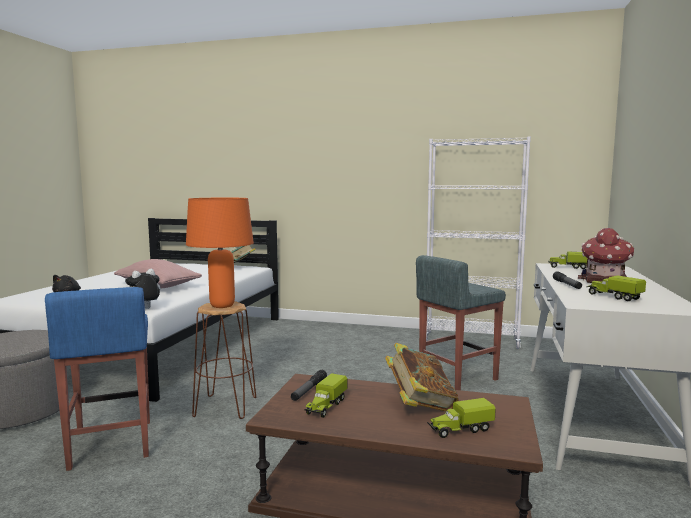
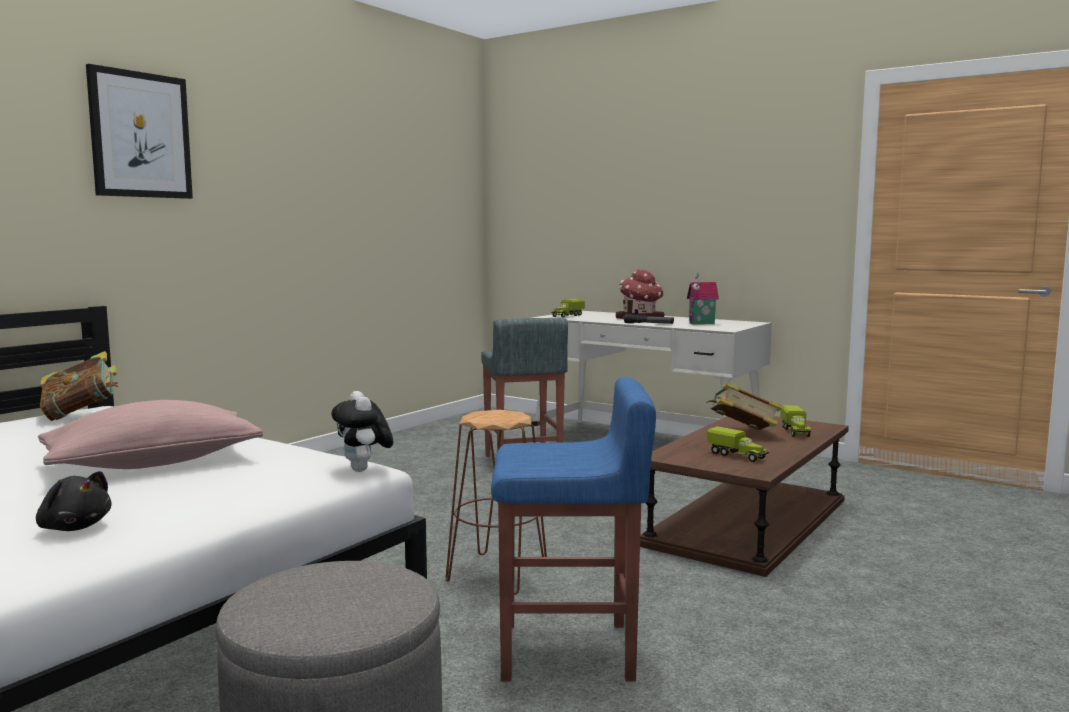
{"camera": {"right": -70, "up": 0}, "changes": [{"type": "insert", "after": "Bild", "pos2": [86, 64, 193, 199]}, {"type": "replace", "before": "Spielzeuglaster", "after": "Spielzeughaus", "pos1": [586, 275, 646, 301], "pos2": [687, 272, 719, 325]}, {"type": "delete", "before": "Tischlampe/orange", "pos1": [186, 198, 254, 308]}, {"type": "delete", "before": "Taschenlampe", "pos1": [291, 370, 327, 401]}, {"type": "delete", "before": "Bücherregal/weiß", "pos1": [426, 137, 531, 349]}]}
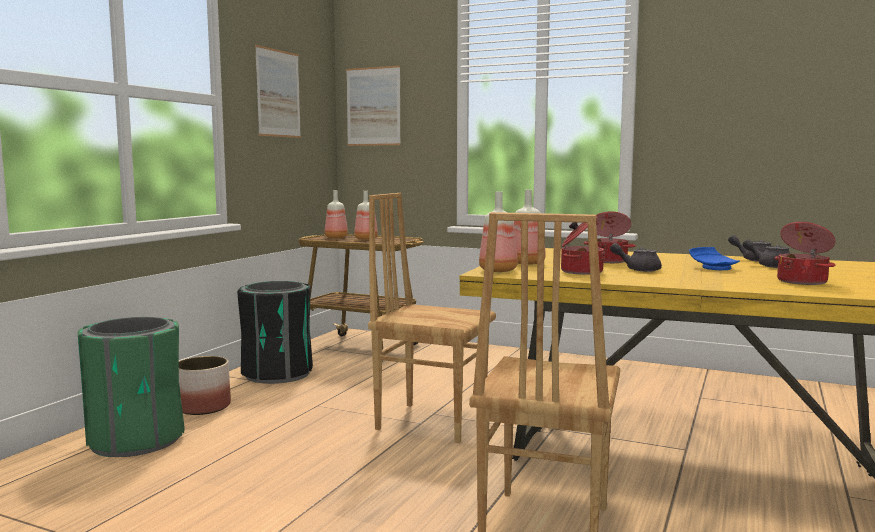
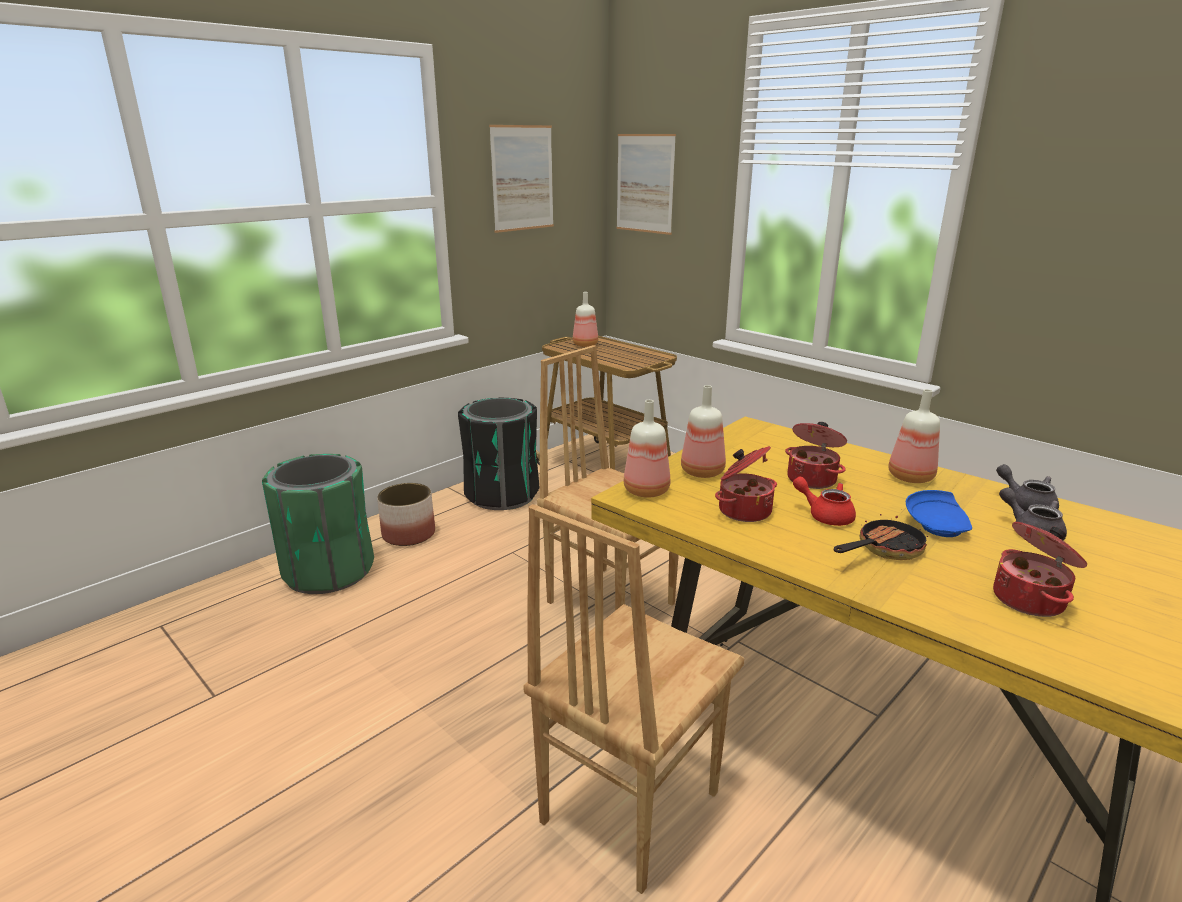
{"camera": {"right": 20, "up": 15}, "changes": [{"type": "recolor", "before": "Teekanne/grau", "after": "Teekanne/rot", "pos1": [610, 243, 662, 272], "pos2": [793, 476, 856, 526]}, {"type": "insert", "after": "Pfanne", "pos2": [834, 514, 928, 560]}, {"type": "move", "before": "Flasche", "pos1": [354, 191, 378, 240], "pos2": [888, 389, 940, 483]}]}
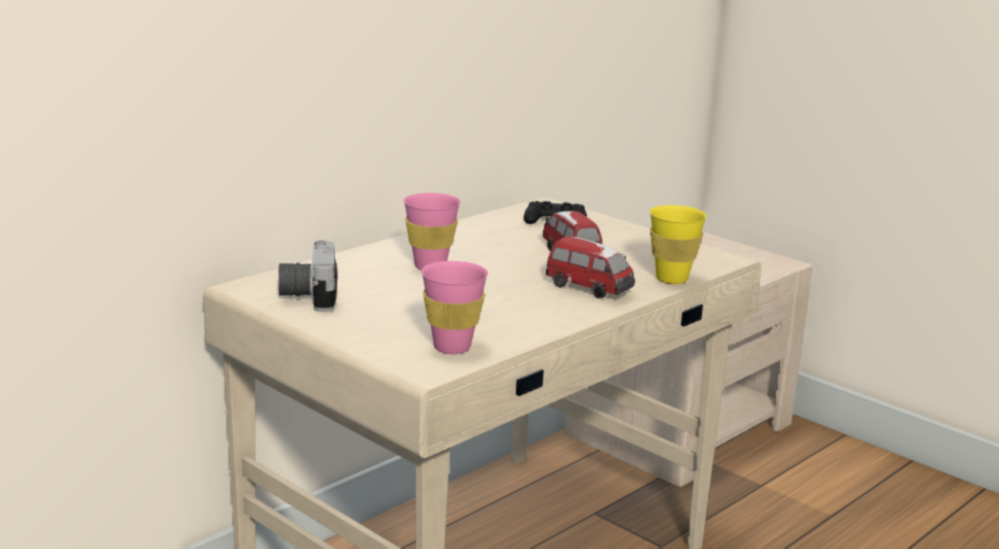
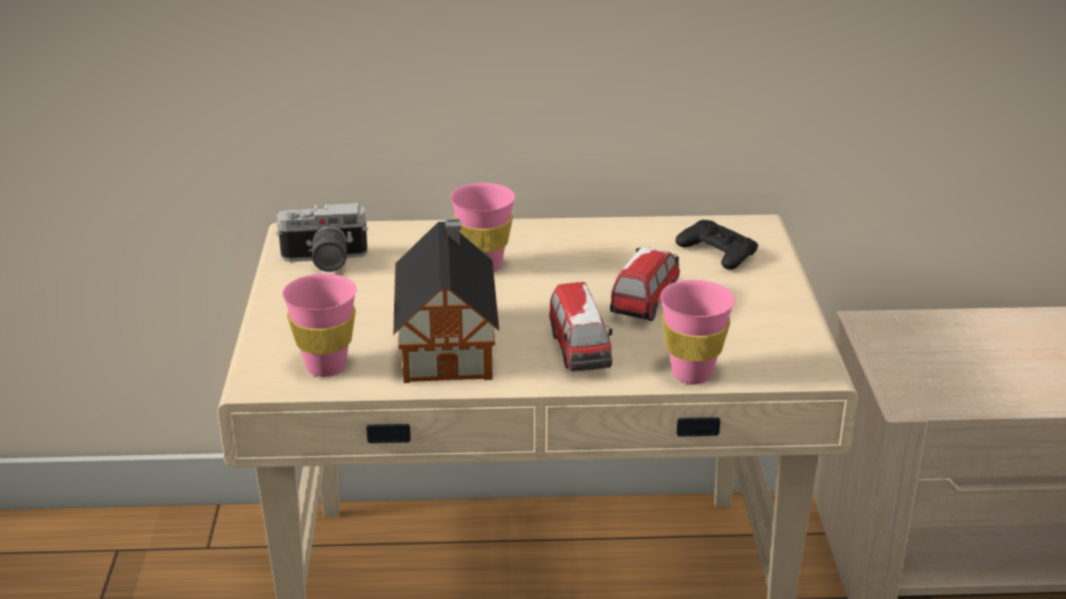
{"camera": {"right": 45, "up": 10}, "changes": [{"type": "rotate", "before": "Kamera", "pos1": [278, 240, 337, 312], "pos2": [275, 203, 368, 272], "turn": -135}, {"type": "insert", "after": "Spielzeughaus", "pos2": [393, 219, 499, 383]}, {"type": "recolor", "before": "Tasse/gelb", "after": "Tasse/rosa", "pos1": [650, 205, 707, 284], "pos2": [660, 280, 735, 384]}]}
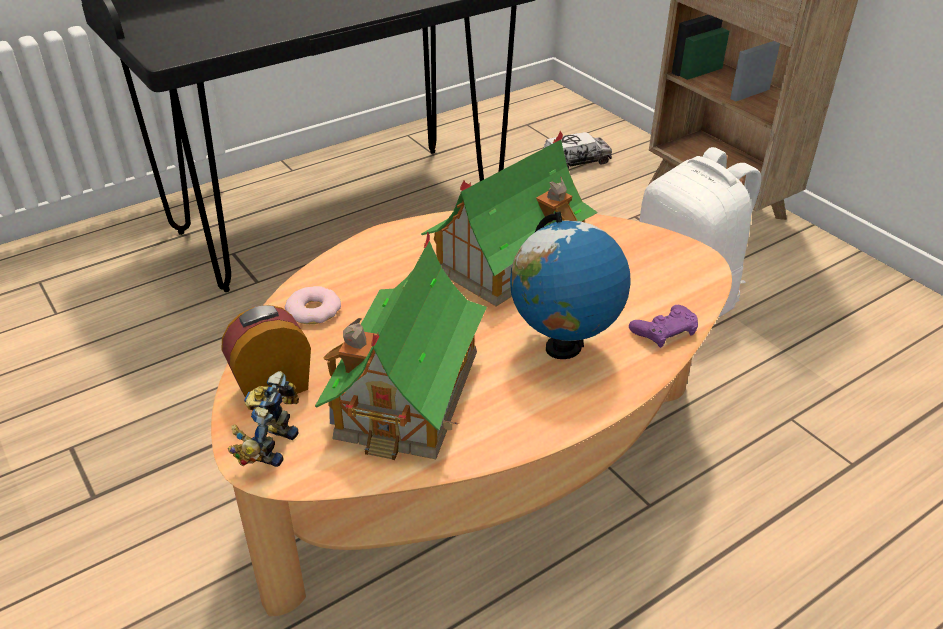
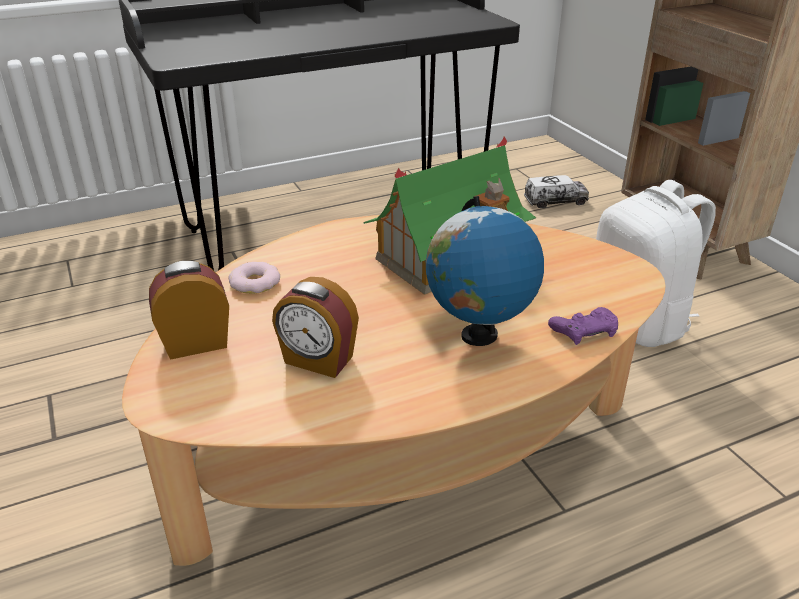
{"camera": {"right": 10, "up": -5}, "changes": [{"type": "replace", "before": "Spielzeughaus", "after": "Wecker", "pos1": [315, 232, 487, 460], "pos2": [272, 277, 359, 378]}, {"type": "delete", "before": "Spielzeugroboter", "pos1": [228, 371, 299, 467]}]}
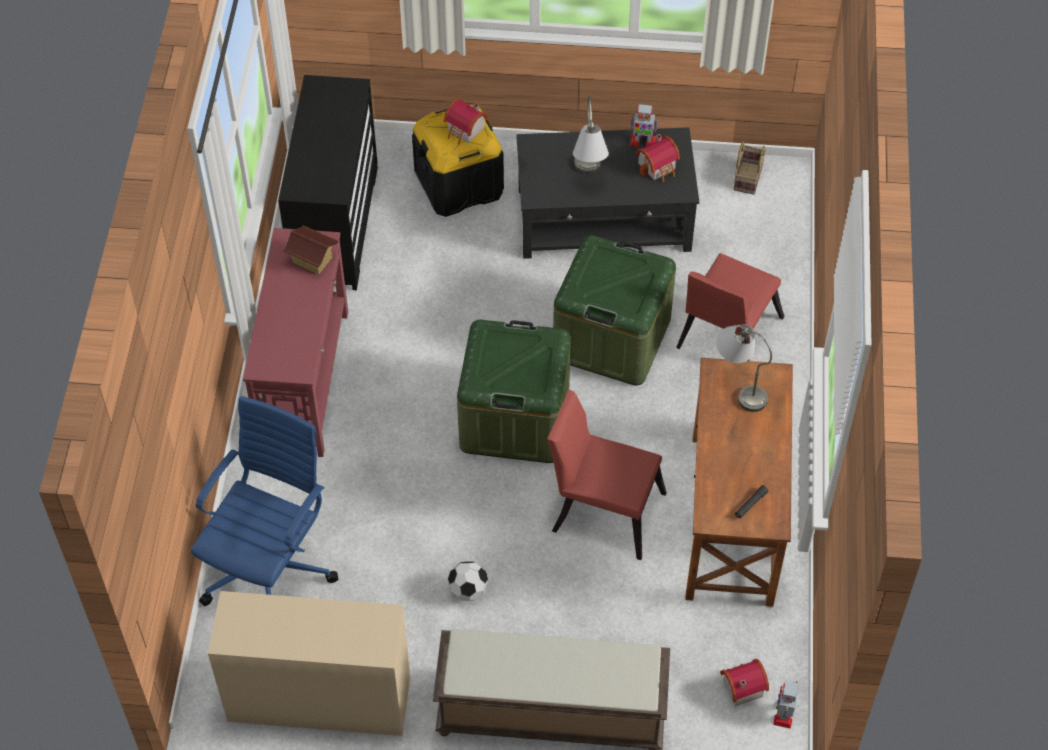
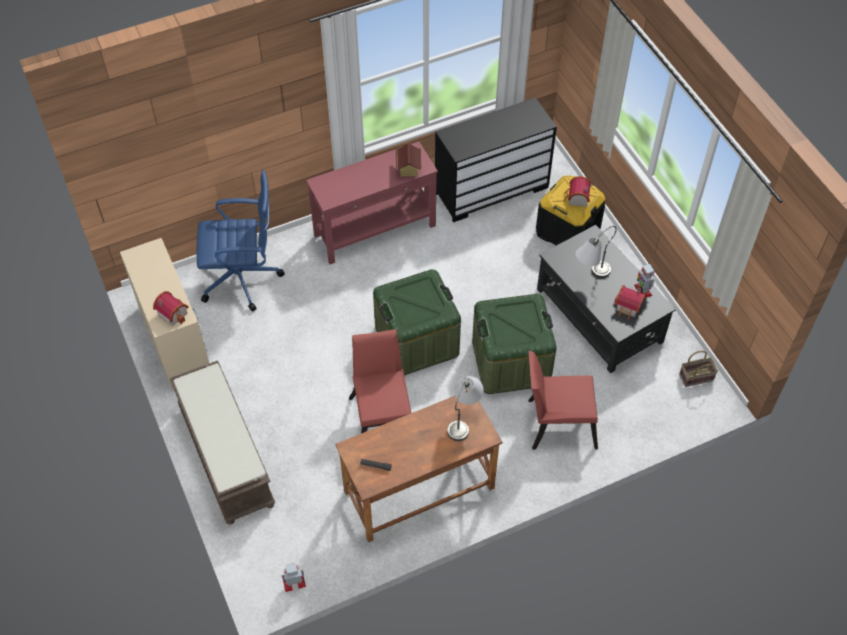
{"camera": {"right": 60, "up": 0}, "changes": [{"type": "move", "before": "Spielzeughaus", "pos1": [720, 659, 769, 706], "pos2": [153, 291, 189, 326]}, {"type": "delete", "before": "Fußball", "pos1": [448, 561, 488, 601]}]}
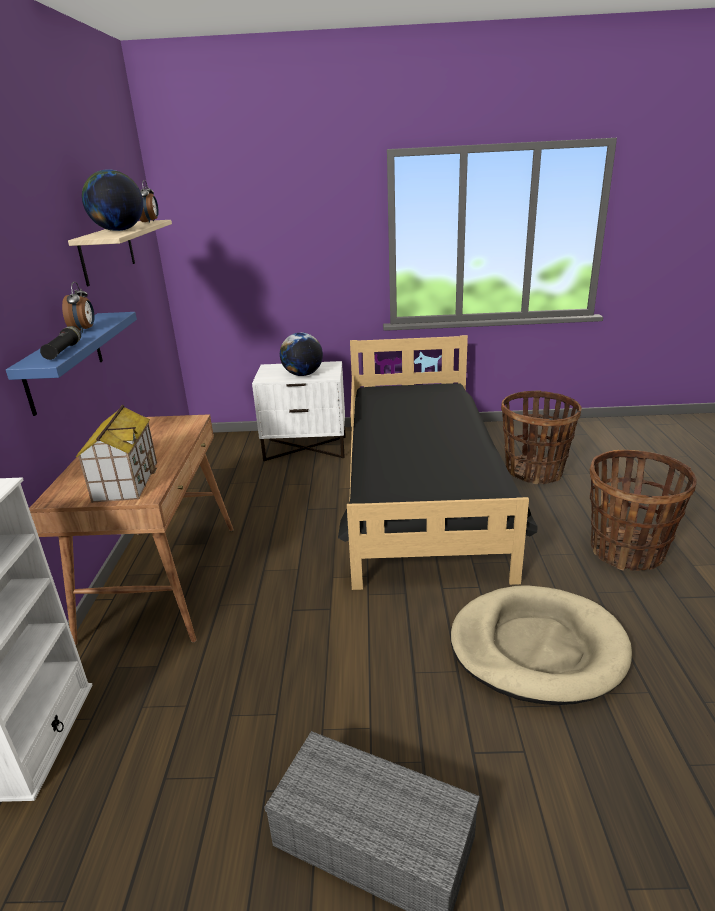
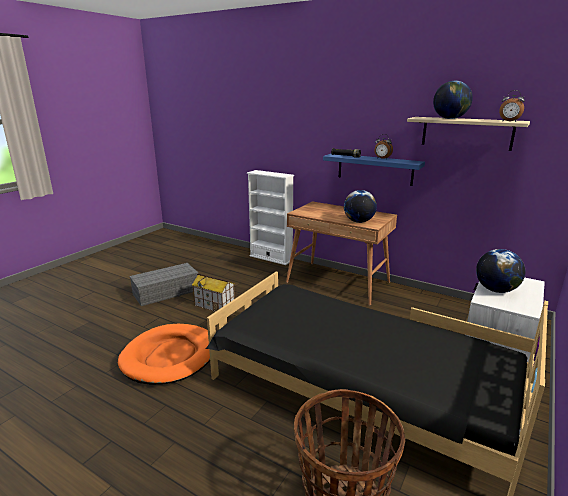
{"camera": {"right": 120, "up": -5}, "changes": [{"type": "recolor", "before": "Hundebett/beige", "after": "Hundebett/orange", "pos1": [450, 586, 632, 705], "pos2": [118, 324, 210, 385]}, {"type": "move", "before": "Spielzeughaus", "pos1": [76, 405, 157, 503], "pos2": [192, 273, 235, 312]}, {"type": "insert", "after": "Globus", "pos2": [344, 190, 377, 223]}, {"type": "delete", "before": "Korb", "pos1": [590, 450, 696, 571]}]}
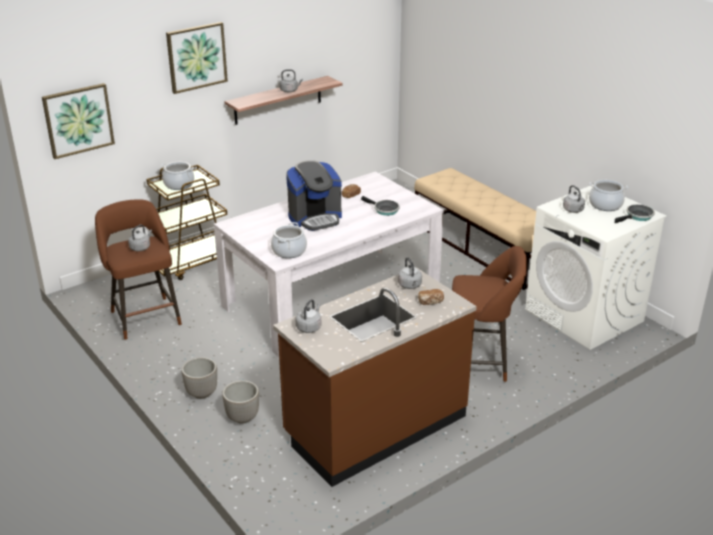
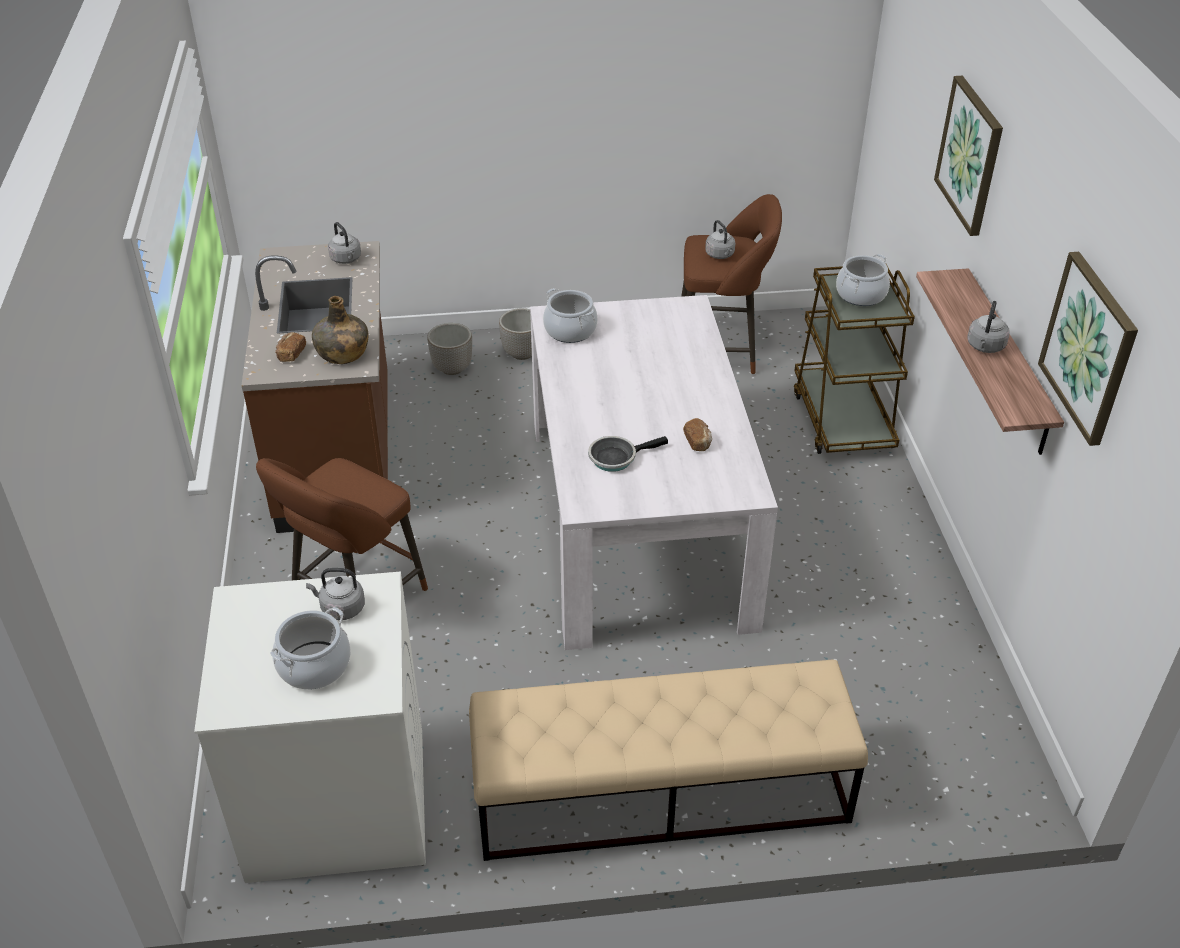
{"camera": {"right": 120, "up": 10}, "changes": [{"type": "replace", "before": "Wasserkessel/grau", "after": "Flasche/grün", "pos1": [398, 257, 422, 289], "pos2": [312, 296, 368, 364]}, {"type": "move", "before": "Bild", "pos1": [42, 83, 115, 159], "pos2": [1038, 252, 1138, 446]}, {"type": "delete", "before": "Kaffeemaschine", "pos1": [286, 160, 342, 231]}, {"type": "delete", "before": "Pfanne", "pos1": [615, 204, 655, 223]}]}
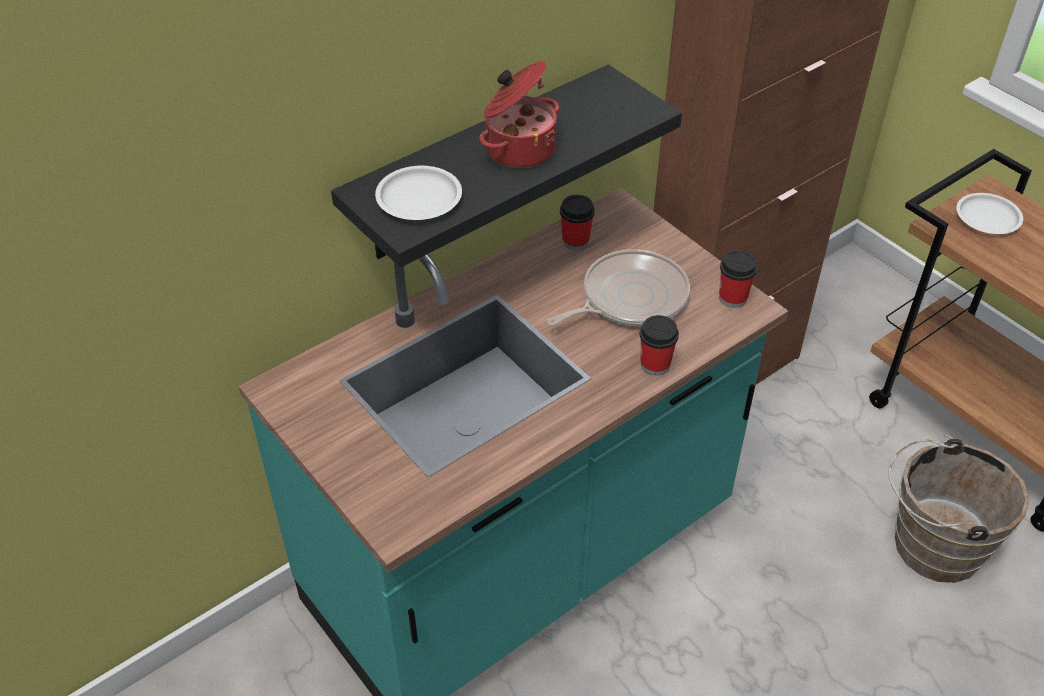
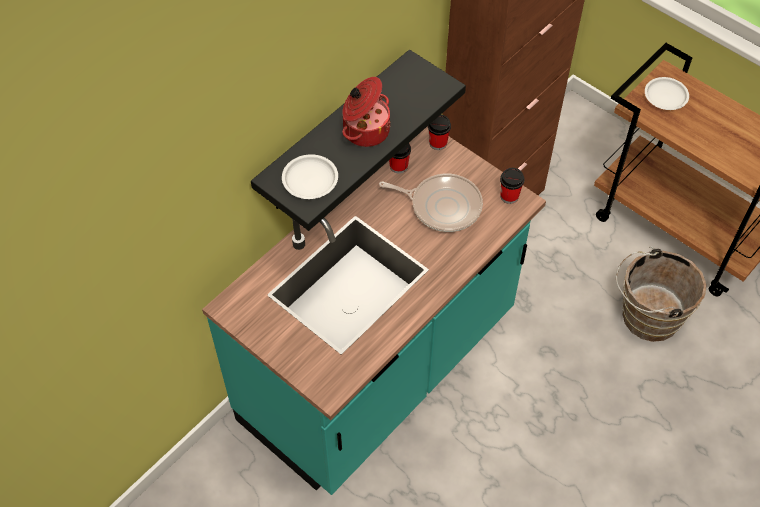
{"camera": {"right": -10, "up": 10}, "changes": [{"type": "rotate", "before": "Pfanne", "pos1": [547, 249, 690, 326], "pos2": [379, 174, 483, 232], "turn": 60}, {"type": "move", "before": "Tasse", "pos1": [639, 315, 679, 376], "pos2": [428, 115, 451, 150]}]}
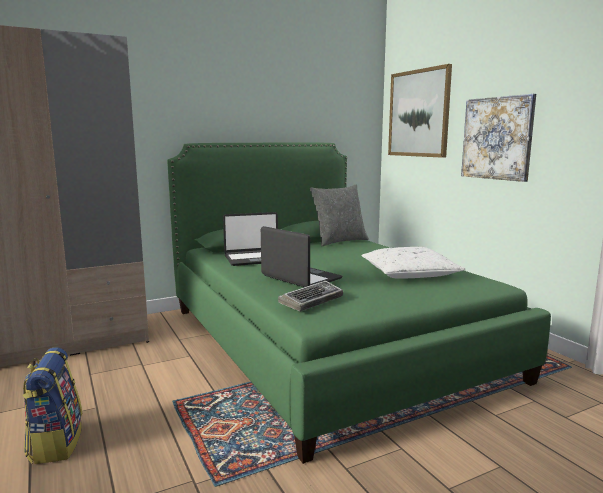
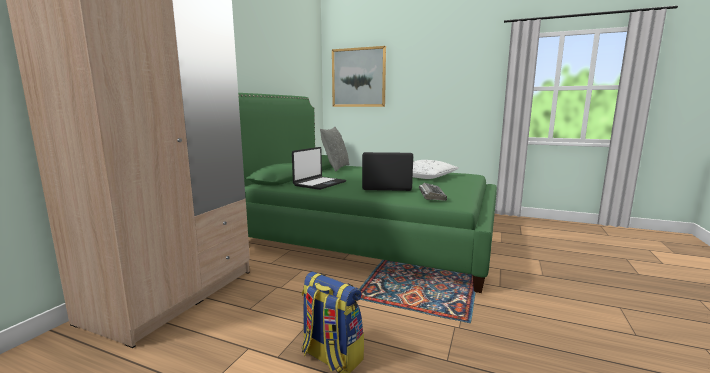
{"camera": {"right": -40, "up": 0}, "changes": [{"type": "delete", "before": "Bild", "pos1": [461, 94, 536, 182]}]}
